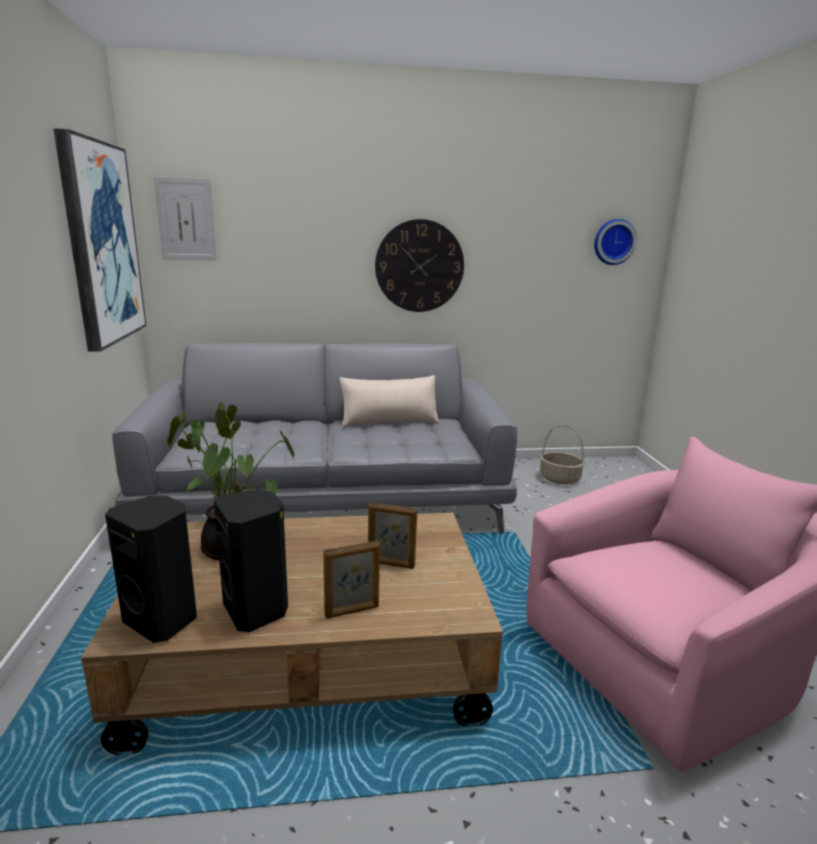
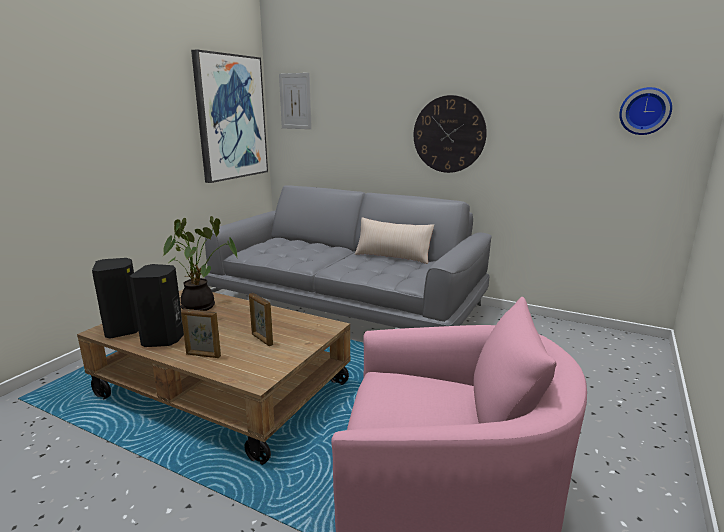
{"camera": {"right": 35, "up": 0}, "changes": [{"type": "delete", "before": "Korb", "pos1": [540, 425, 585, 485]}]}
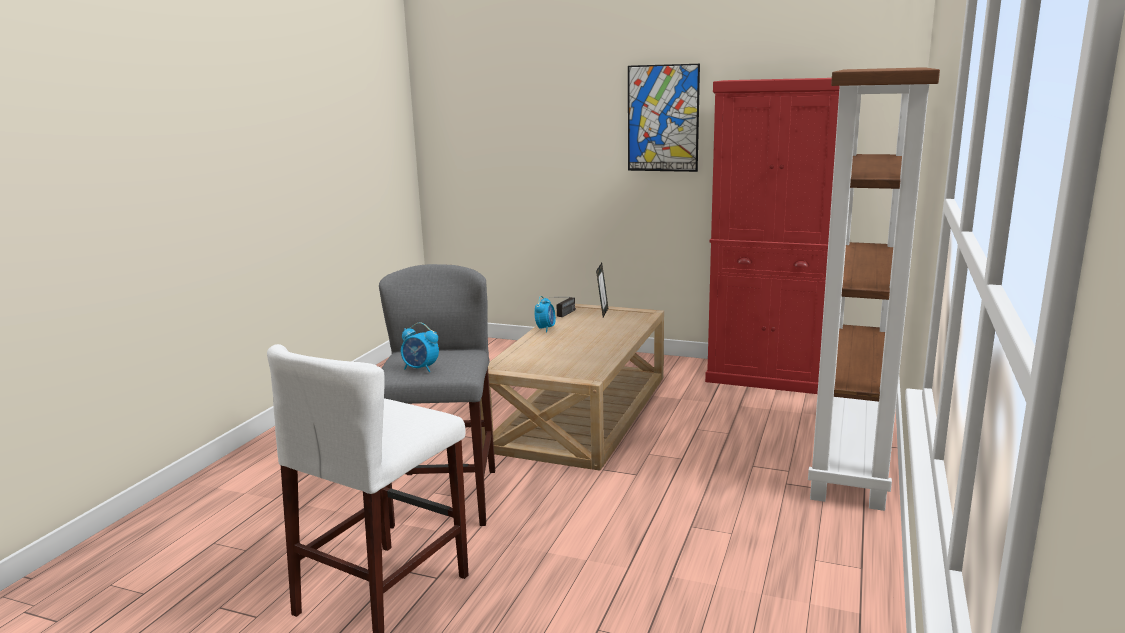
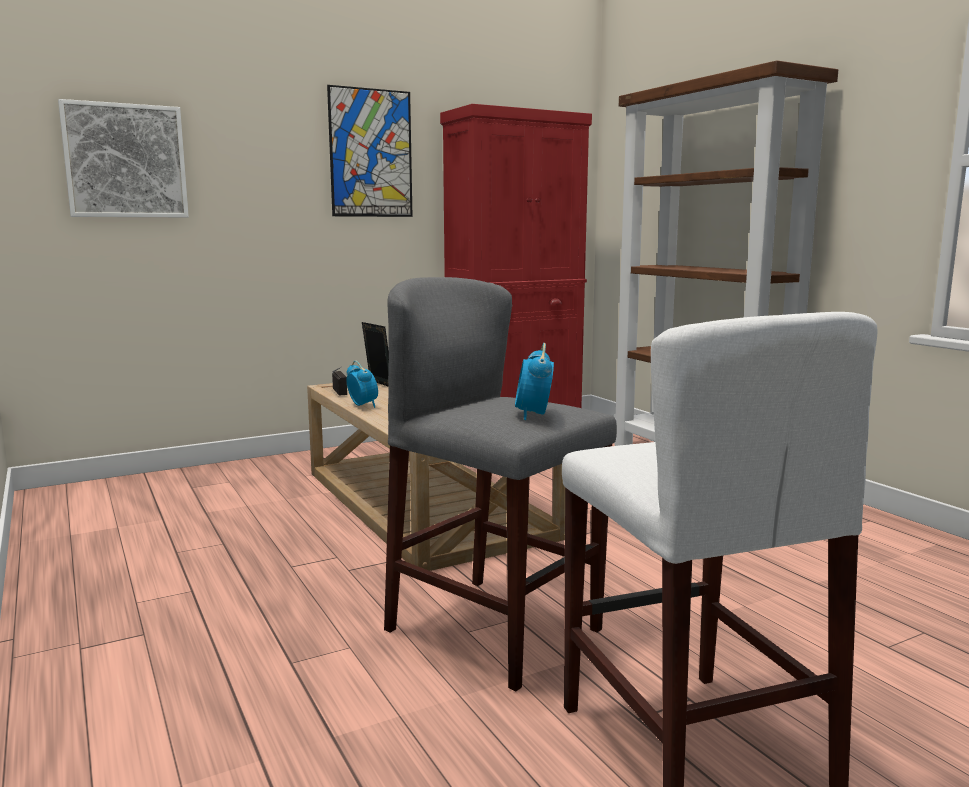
{"camera": {"right": -50, "up": -5}, "changes": [{"type": "insert", "after": "Bild", "pos2": [58, 99, 189, 217]}, {"type": "rotate", "before": "Wecker", "pos1": [401, 322, 439, 372], "pos2": [515, 343, 554, 420], "turn": 120}]}
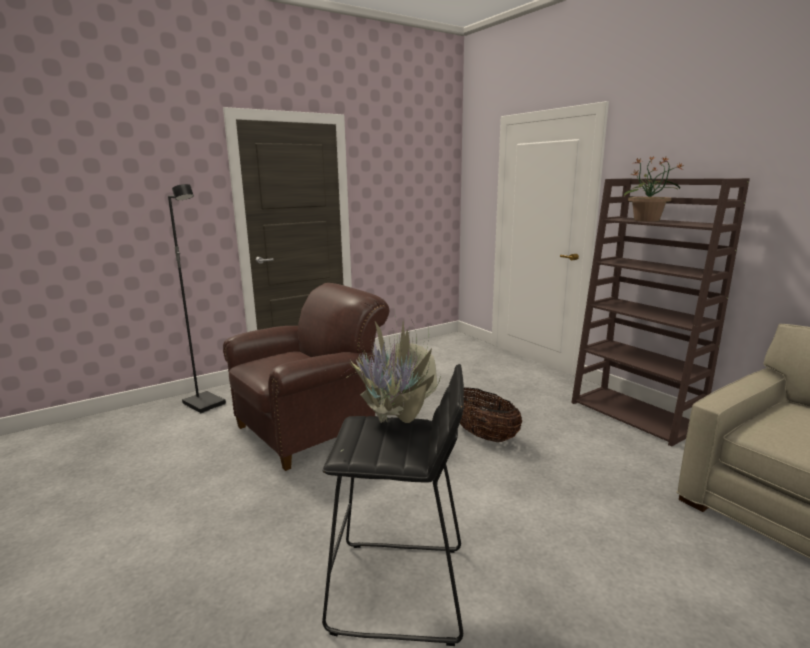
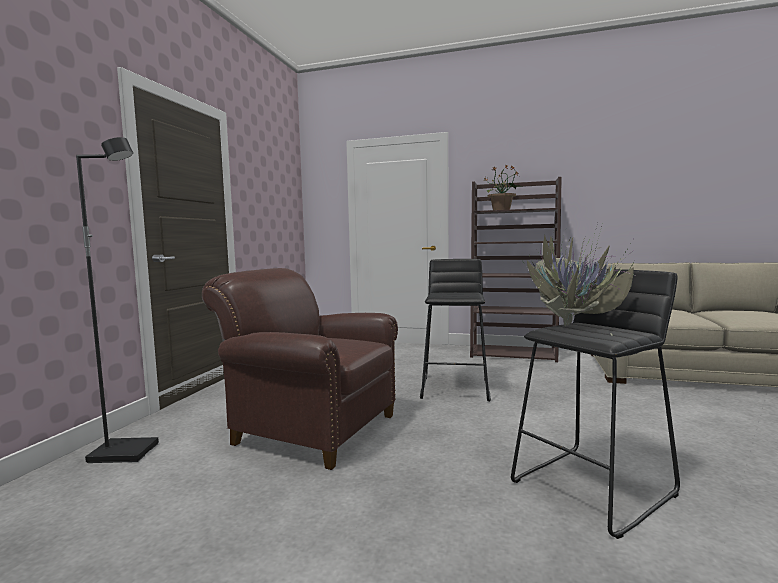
{"camera": {"right": -40, "up": -10}, "changes": [{"type": "rotate", "before": "Sessel/braun", "pos1": [223, 283, 389, 471], "pos2": [202, 268, 398, 470], "turn": -75}, {"type": "replace", "before": "Korb", "after": "Hocker/schwarz", "pos1": [460, 387, 522, 442], "pos2": [420, 259, 491, 401]}]}
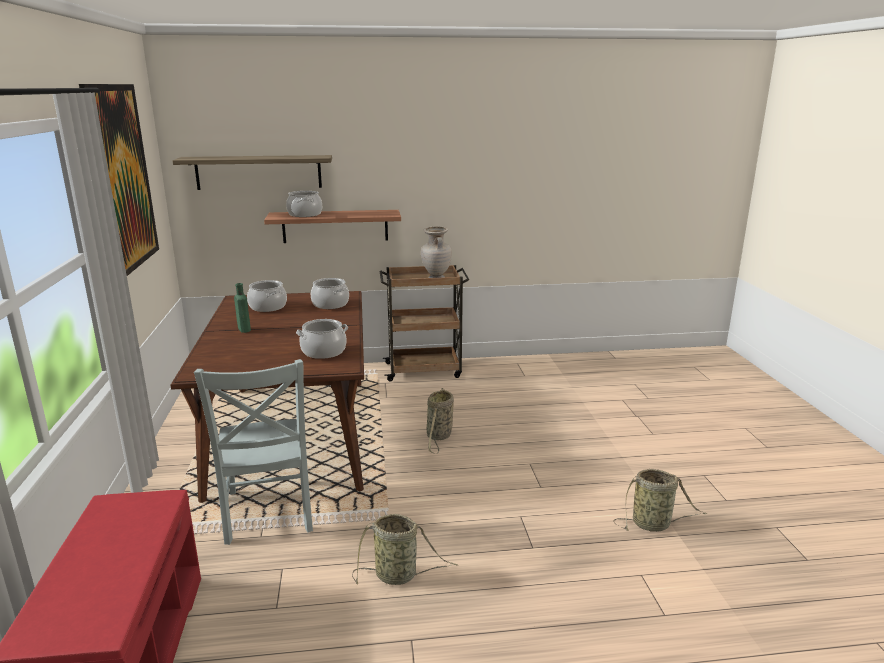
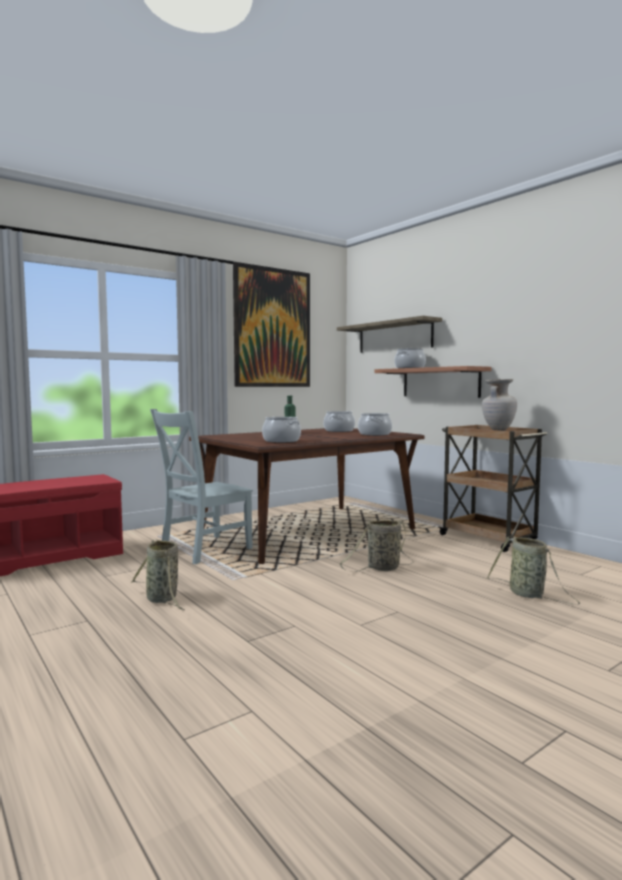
{"camera": {"right": 60, "up": -15}, "changes": [{"type": "move", "before": "Korb", "pos1": [613, 469, 707, 532], "pos2": [487, 536, 580, 605]}]}
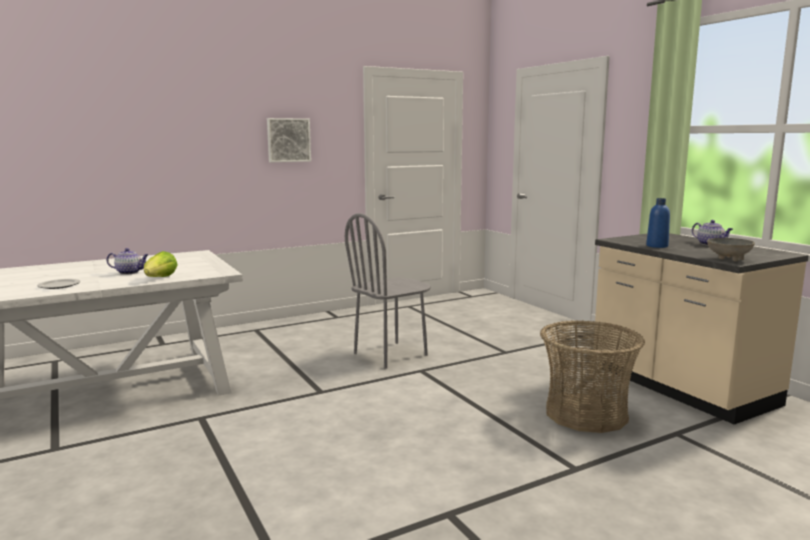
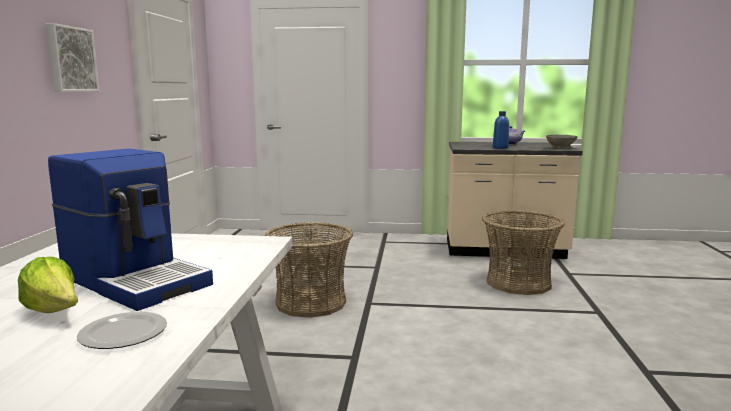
{"camera": {"right": -55, "up": 0}, "changes": [{"type": "move", "before": "Salatkopf", "pos1": [144, 251, 178, 277], "pos2": [18, 257, 78, 313]}, {"type": "replace", "before": "Teekanne", "after": "Kaffeemaschine", "pos1": [107, 248, 149, 275], "pos2": [48, 148, 213, 311]}, {"type": "replace", "before": "Stuhl/grau", "after": "Korb", "pos1": [345, 213, 431, 369], "pos2": [265, 222, 353, 318]}]}
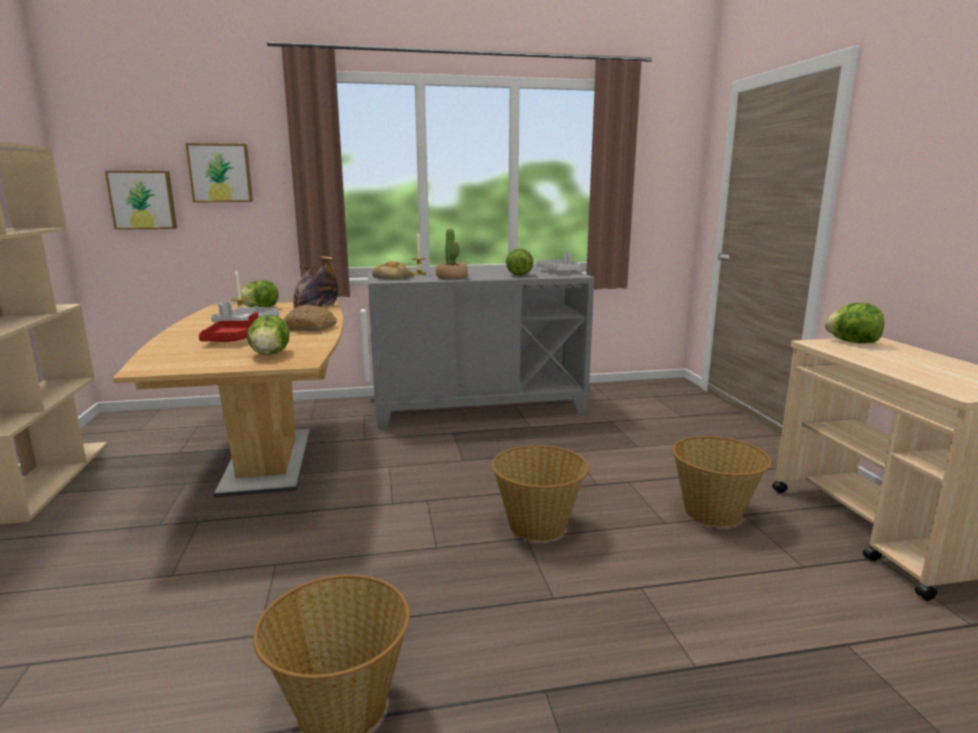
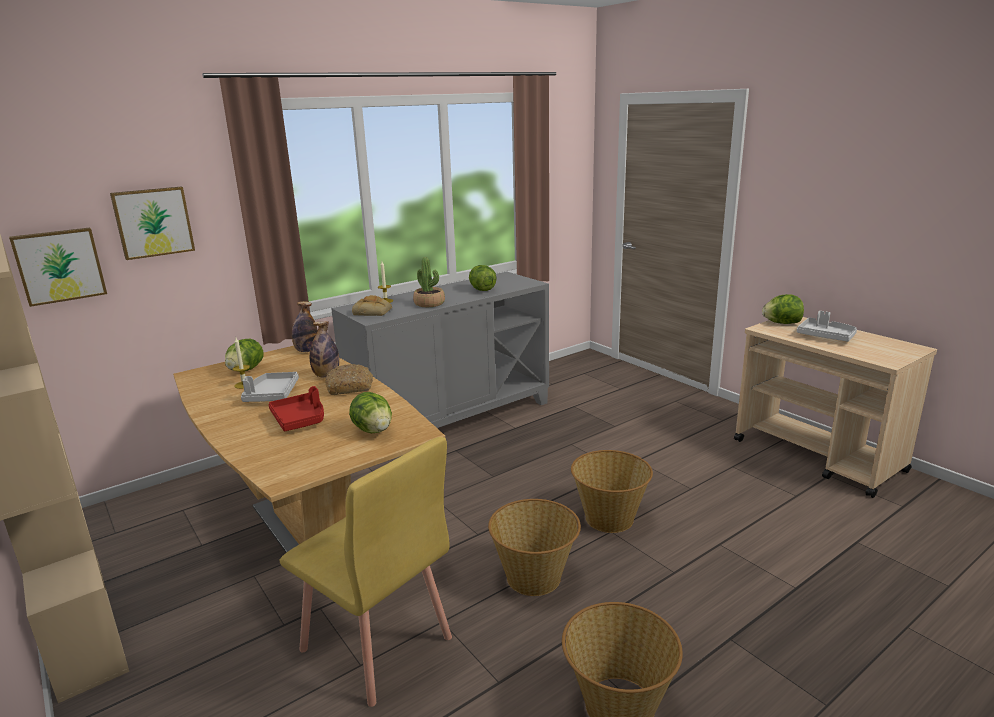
{"camera": {"right": -25, "up": 5}, "changes": [{"type": "insert", "after": "Stuhl/gelb", "pos2": [280, 437, 452, 707]}, {"type": "move", "before": "Korb", "pos1": [672, 436, 772, 527], "pos2": [488, 499, 581, 596]}, {"type": "move", "before": "Tablett/grau", "pos1": [536, 252, 580, 272], "pos2": [797, 311, 857, 342]}]}
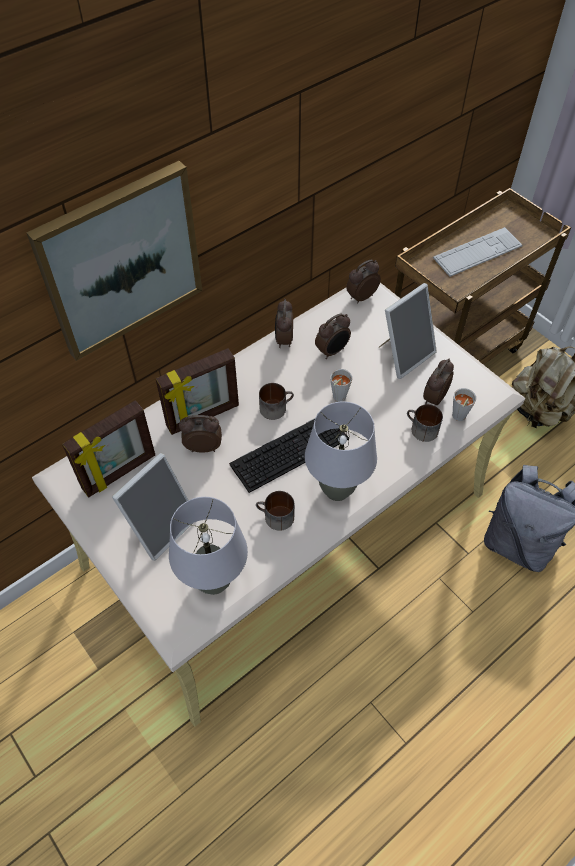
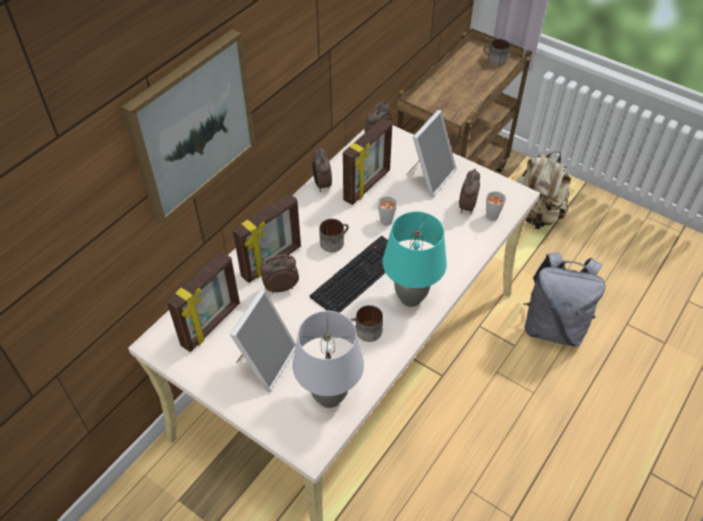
{"camera": {"right": -15, "up": -5}, "changes": [{"type": "replace", "before": "Wecker", "after": "Bilderrahmen", "pos1": [315, 313, 351, 359], "pos2": [343, 118, 393, 205]}, {"type": "recolor", "before": "Tischlampe/grau", "after": "Tischlampe/türkis", "pos1": [305, 402, 377, 501], "pos2": [383, 211, 447, 307]}, {"type": "move", "before": "Henkelbecher", "pos1": [407, 404, 443, 442], "pos2": [483, 39, 510, 66]}, {"type": "delete", "before": "Tastatur", "pos1": [433, 227, 522, 277]}]}
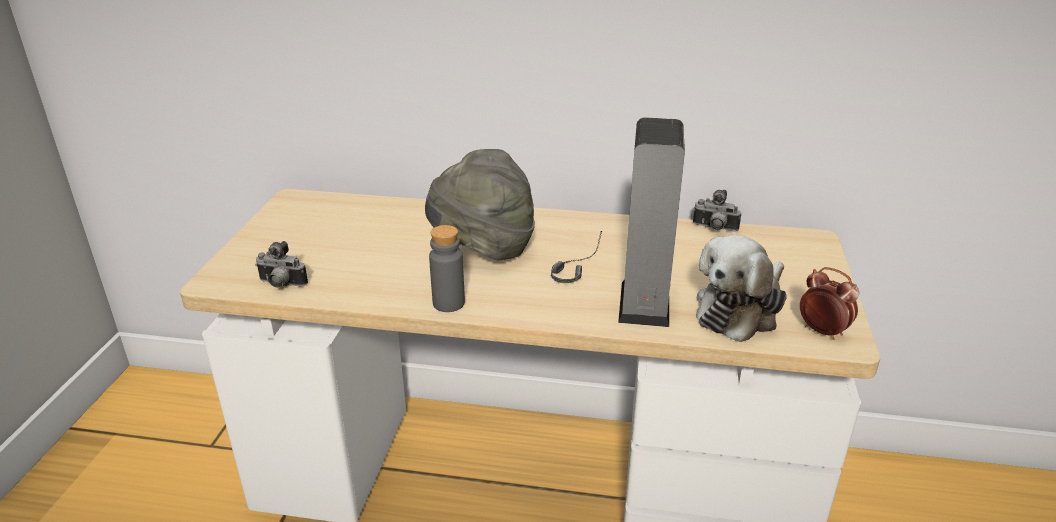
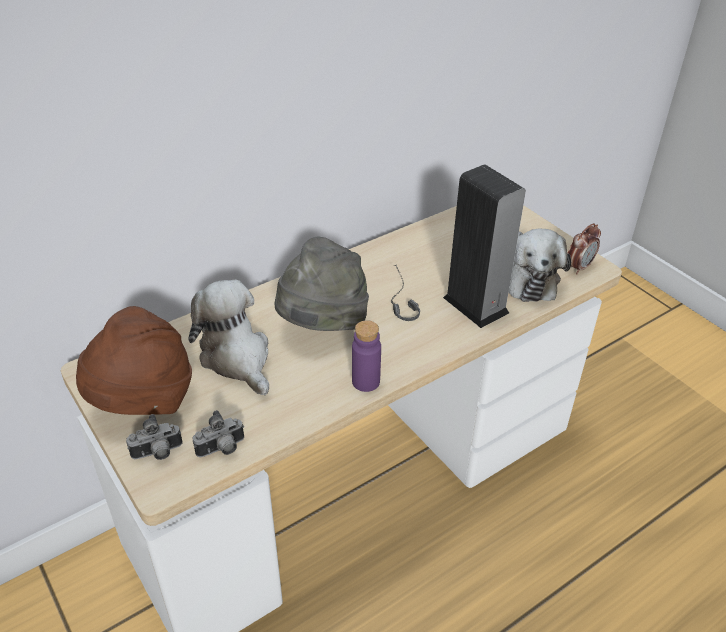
{"camera": {"right": -45, "up": 10}, "changes": [{"type": "insert", "after": "Hut/braun", "pos2": [76, 306, 192, 415]}, {"type": "move", "before": "Kamera", "pos1": [693, 190, 741, 231], "pos2": [126, 414, 183, 460]}, {"type": "insert", "after": "Plüschtier", "pos2": [188, 280, 269, 395]}, {"type": "recolor", "before": "Flasche/grau", "after": "Flasche/lila", "pos1": [429, 225, 465, 312], "pos2": [352, 320, 381, 392]}, {"type": "rotate", "before": "Wecker", "pos1": [800, 267, 859, 340], "pos2": [567, 223, 601, 275], "turn": 135}]}
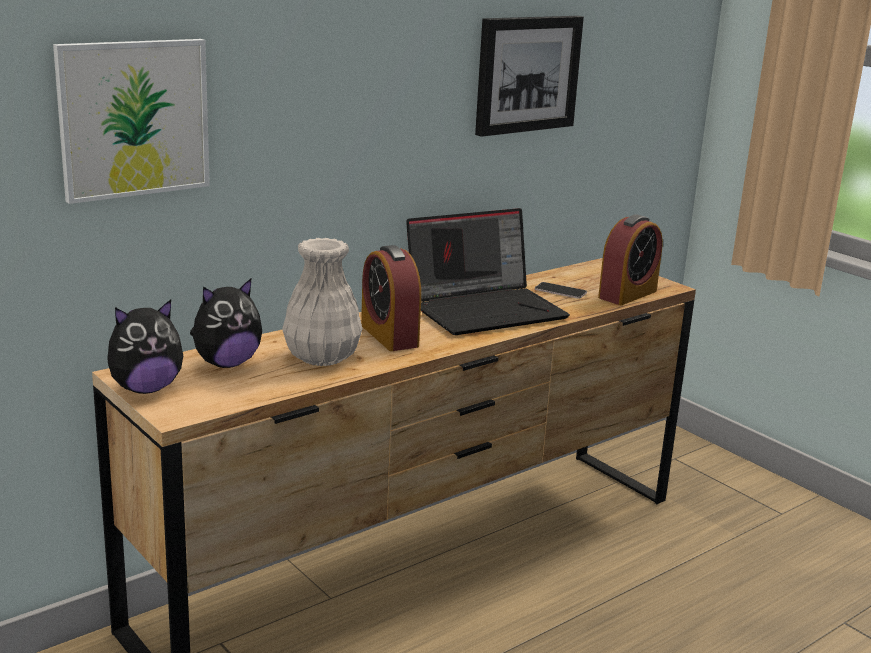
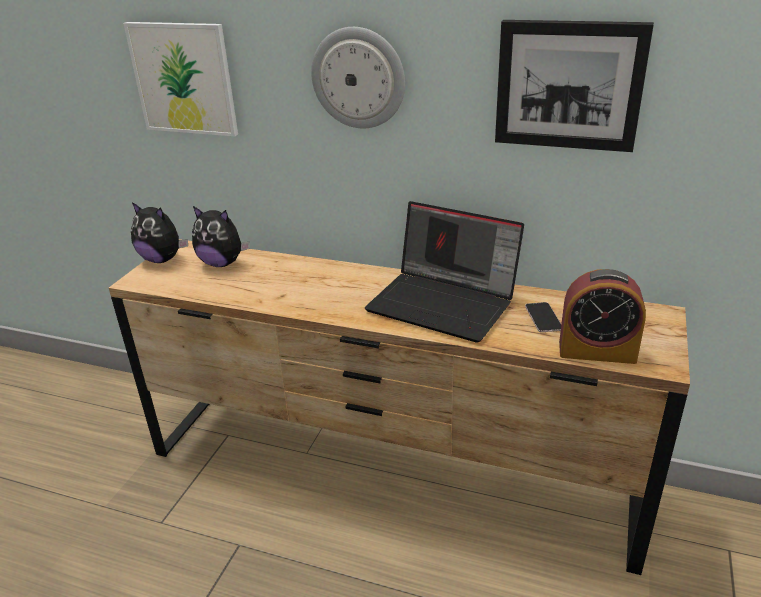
{"camera": {"right": 60, "up": 10}, "changes": [{"type": "insert", "after": "Wanduhr", "pos2": [311, 27, 405, 128]}, {"type": "delete", "before": "Vase/weiß", "pos1": [282, 238, 362, 366]}, {"type": "delete", "before": "Wecker", "pos1": [361, 245, 421, 351]}]}
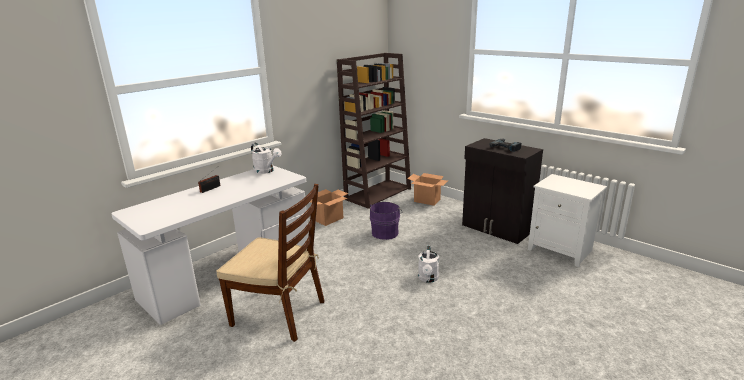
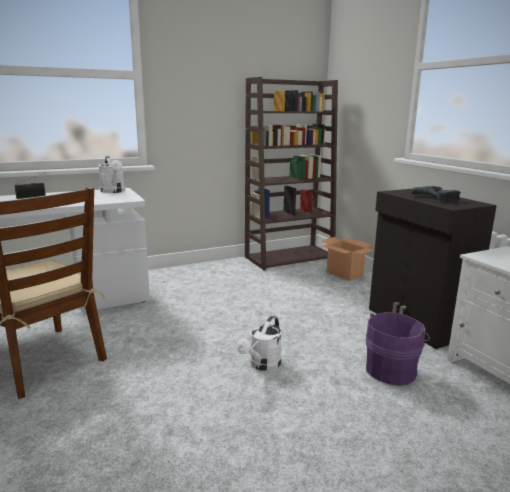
{"camera": {"right": 20, "up": -5}, "changes": [{"type": "move", "before": "Eimer/lila", "pos1": [369, 202, 402, 240], "pos2": [366, 312, 430, 386]}, {"type": "delete", "before": "Karton", "pos1": [310, 189, 348, 226]}]}
